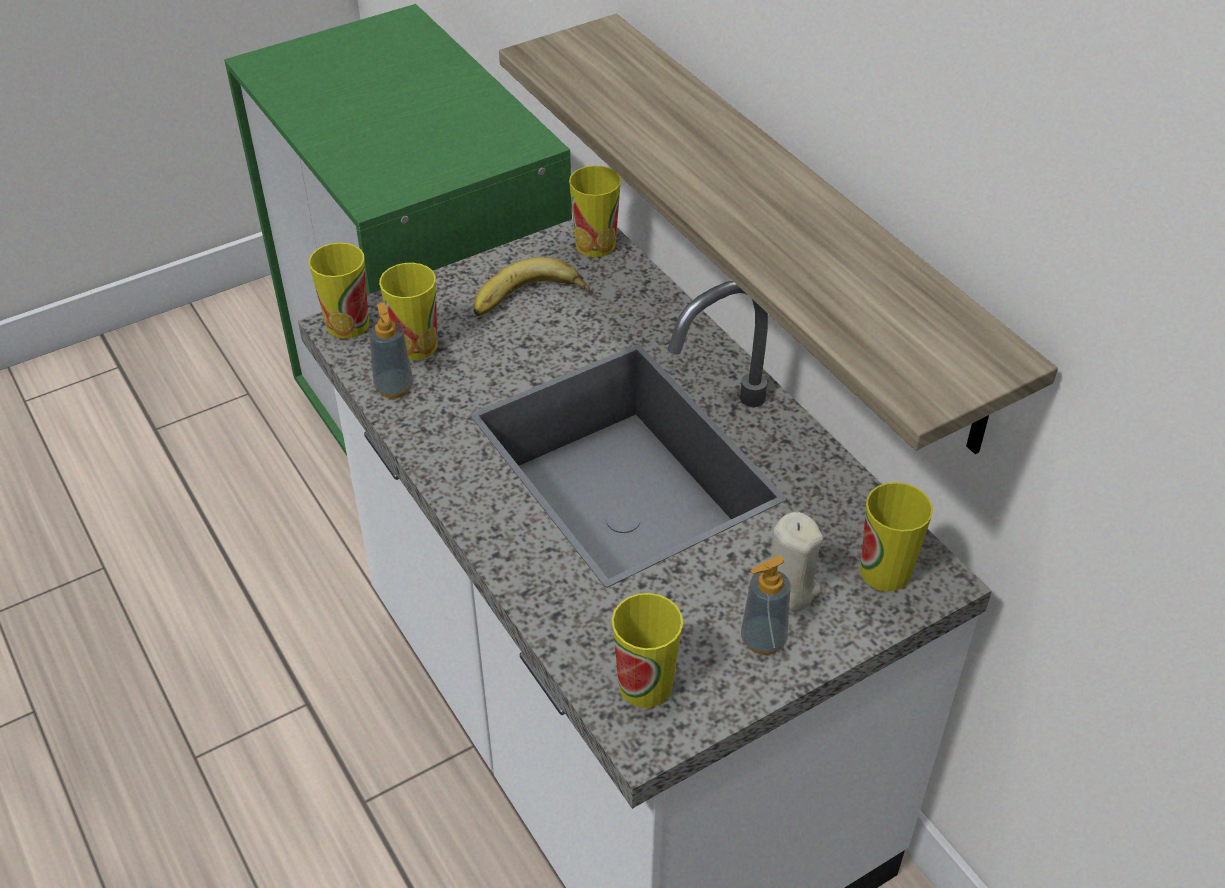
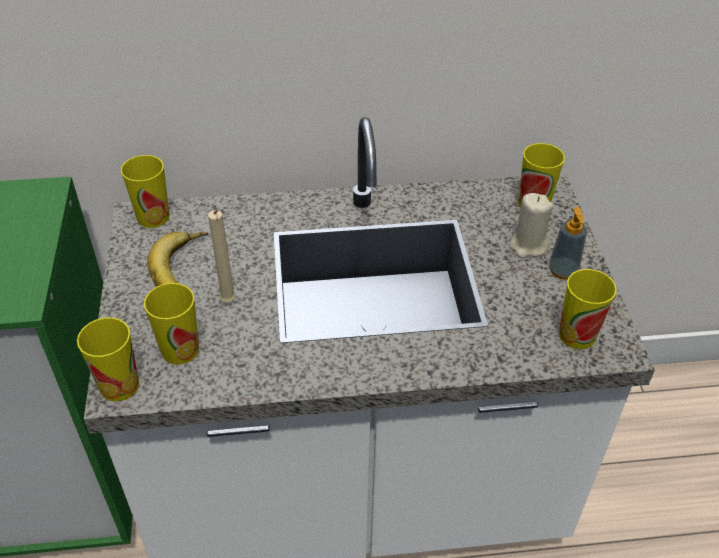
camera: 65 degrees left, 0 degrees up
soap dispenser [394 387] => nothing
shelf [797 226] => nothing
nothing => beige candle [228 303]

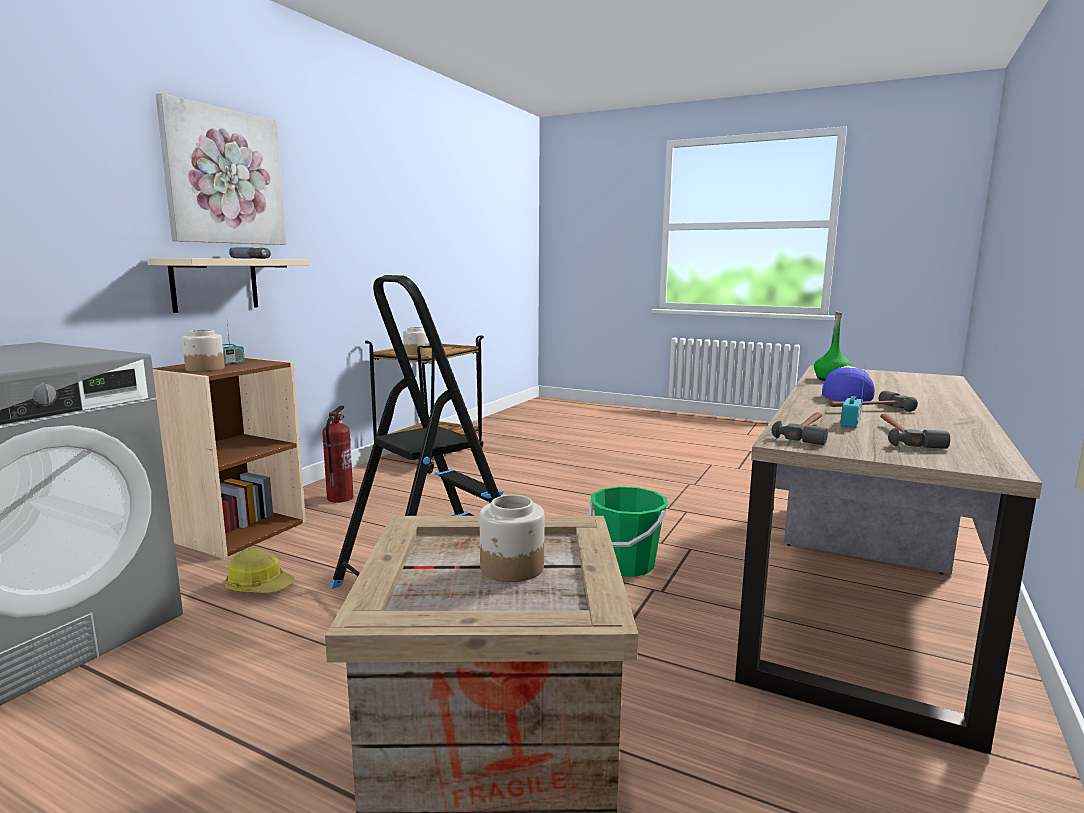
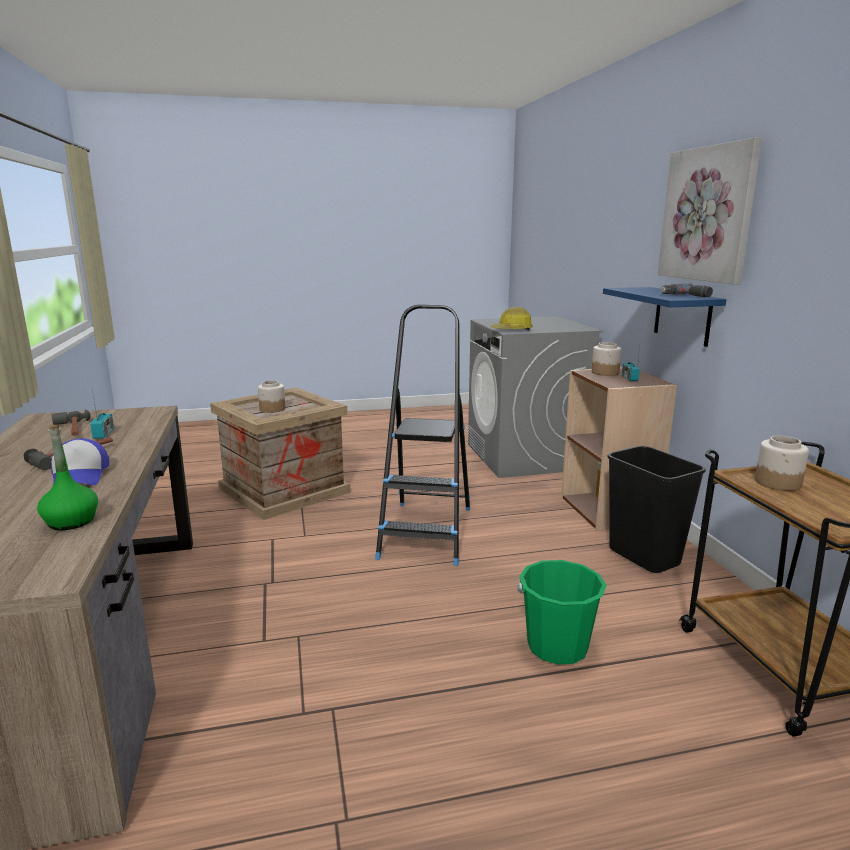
camera: 140 degrees right, 5 degrees up
hammer [808 432] => nothing
hard hat [260 585] => hard hat [512 330], shifted
green bucket [626 565] => green bucket [557 646], shifted
fire extinguisher [339 498] => black trash can [645 557]
beige shelf [215 284] => blue shelf [682 316]

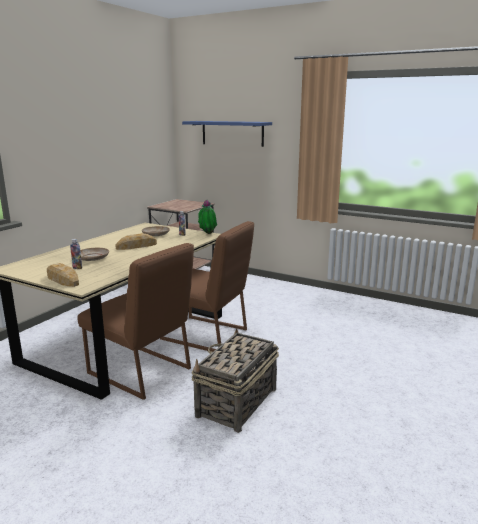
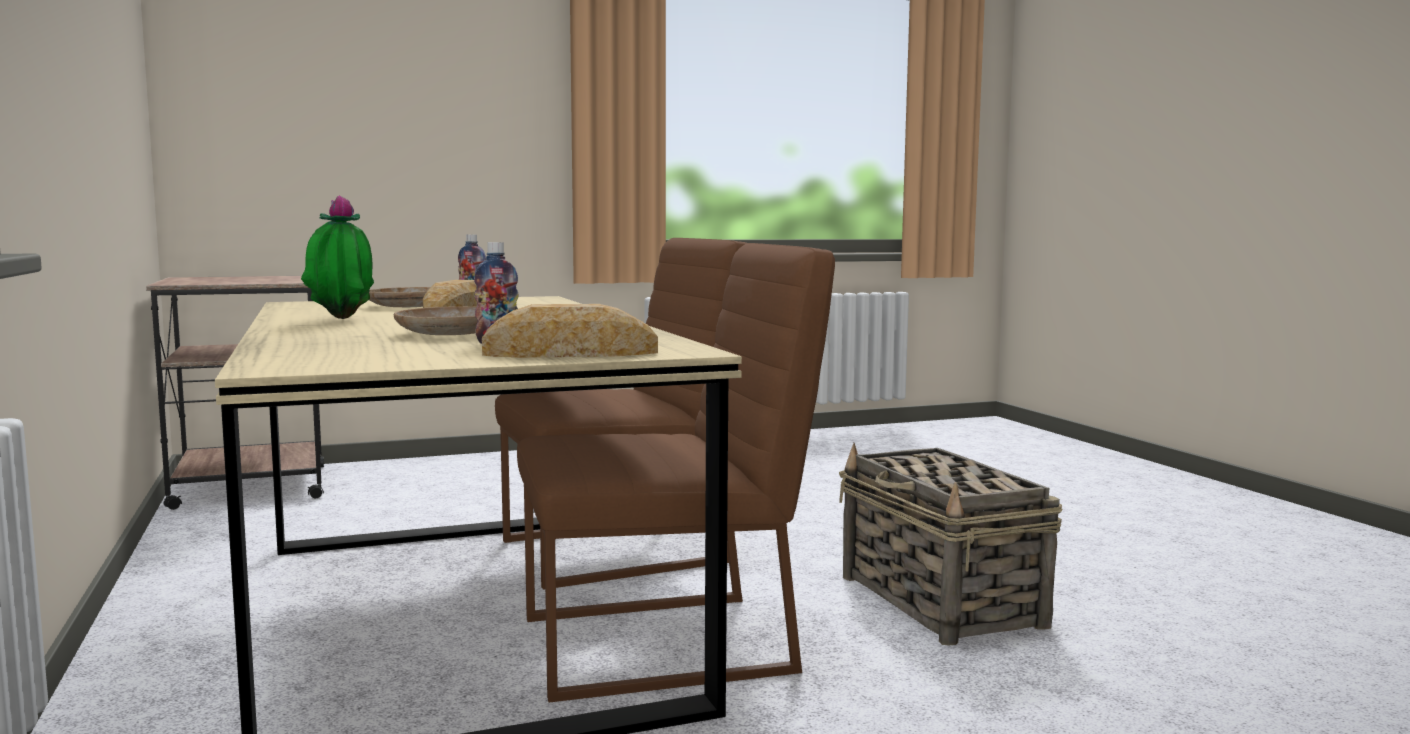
camera: 50 degrees left, 10 degrees down
blue shelf [232 133] => nothing
potted plant [207 234] => potted plant [341 319], shifted

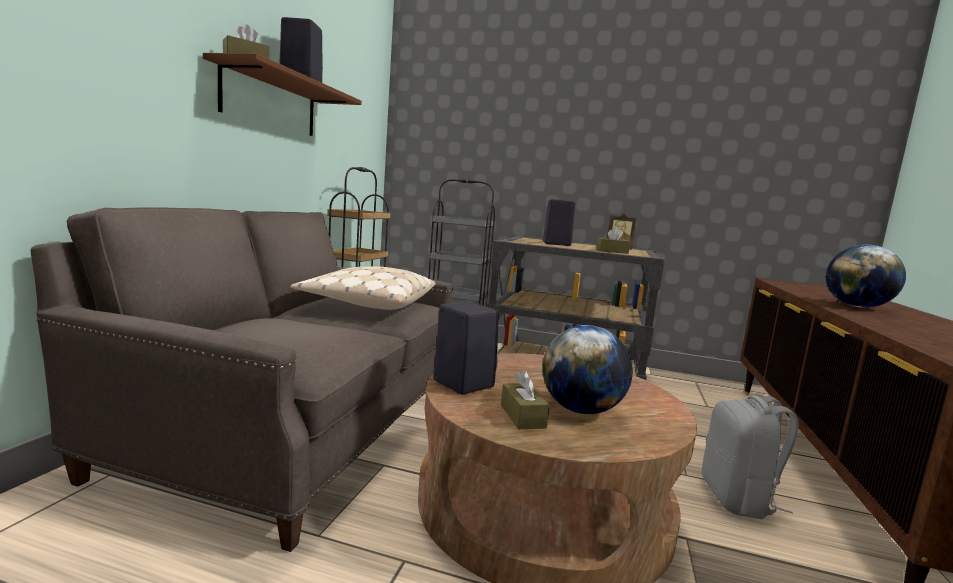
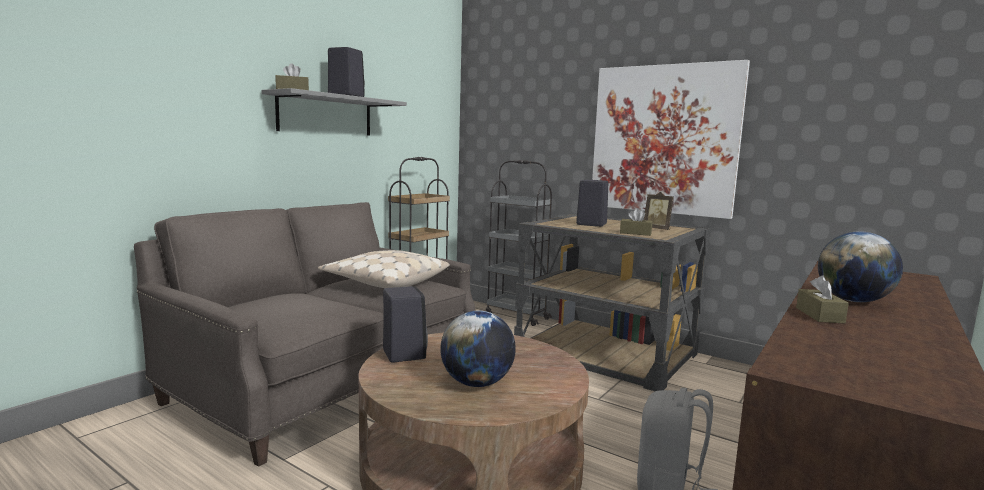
camera: 20 degrees right, 0 degrees up
nothing => picture [663 139]
brown tissue box [522 416] => brown tissue box [819 315], shifted
brown shelf [271 102] => grey shelf [326 115]

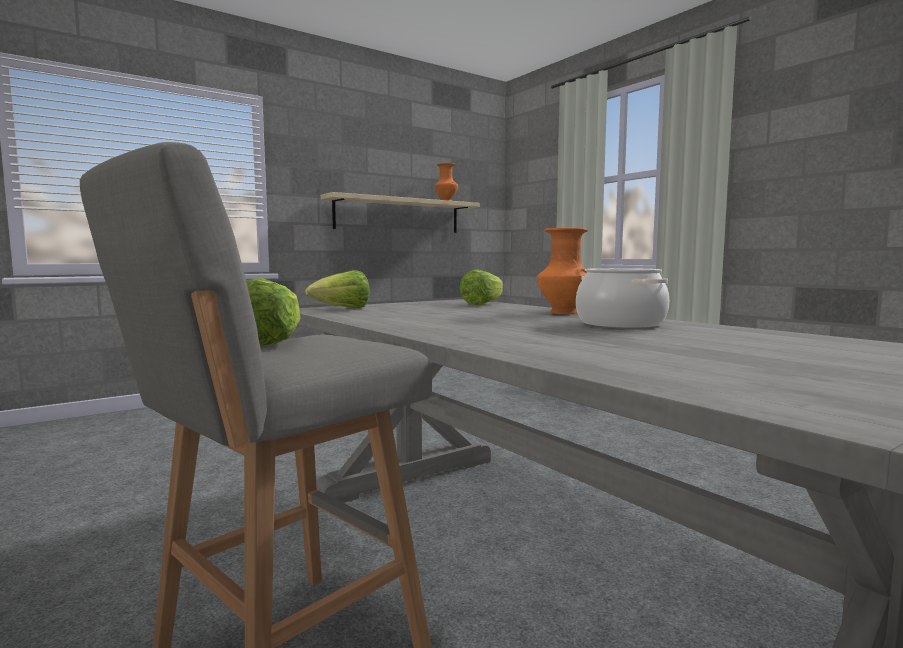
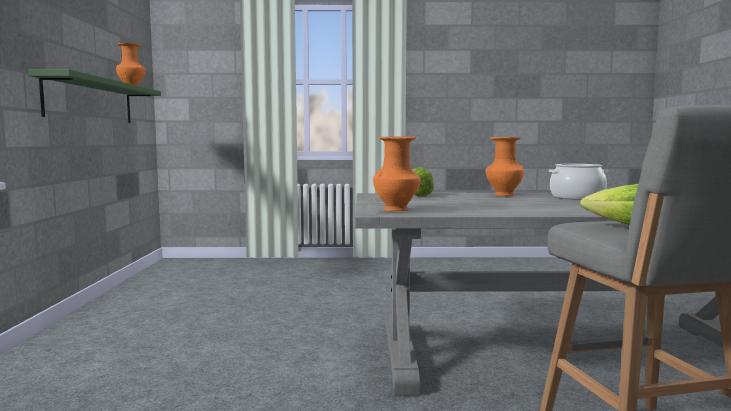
camera: 55 degrees left, 0 degrees up
lettuce [342 309] => orange vase [397 210]
beige shelf [398 215] => green shelf [91 101]

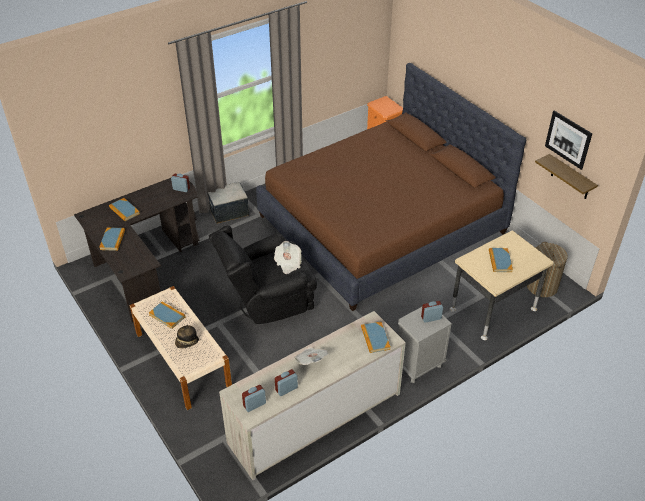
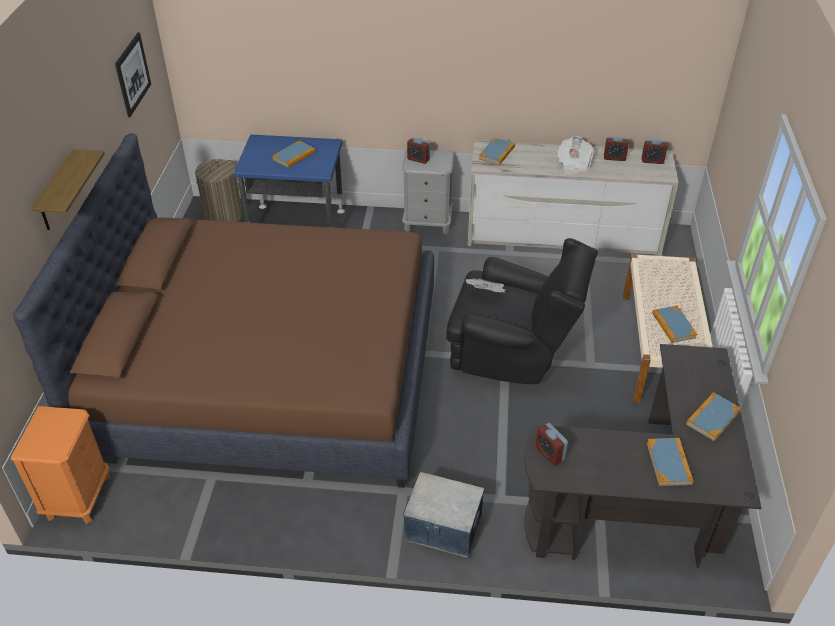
camera: 140 degrees left, 0 degrees up
hat [187 342] => nothing
shelf [570 177] => shelf [57 192], shifted
beige desk [493 309] => blue desk [297 224]

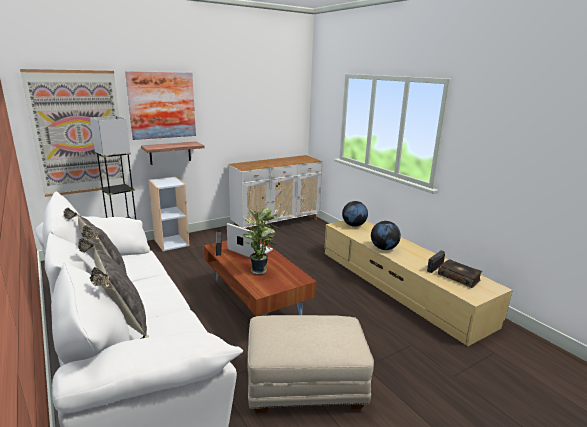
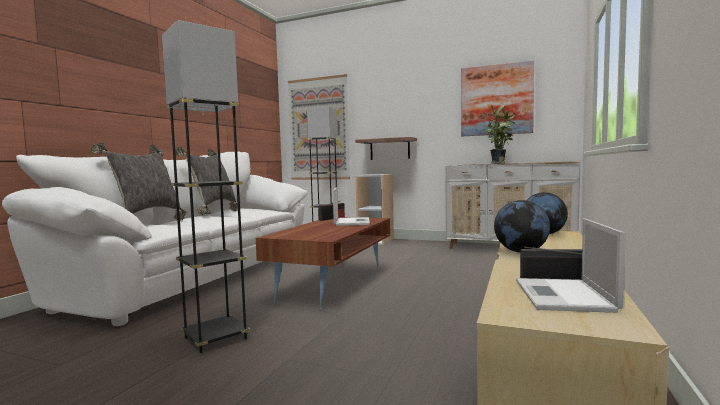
camera: 55 degrees right, 15 degrees down
picture [162 105] => picture [496 100], shifted
potted plant [260 270] => potted plant [499 163], shifted
beige ottoman [305 385] => black floor lamp [215 338]
book [459 277] => laptop [564 296]

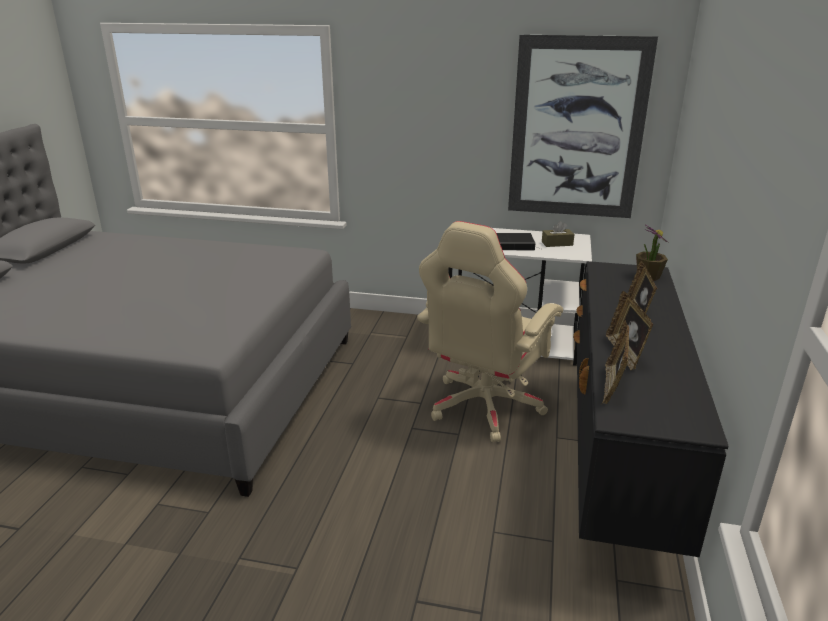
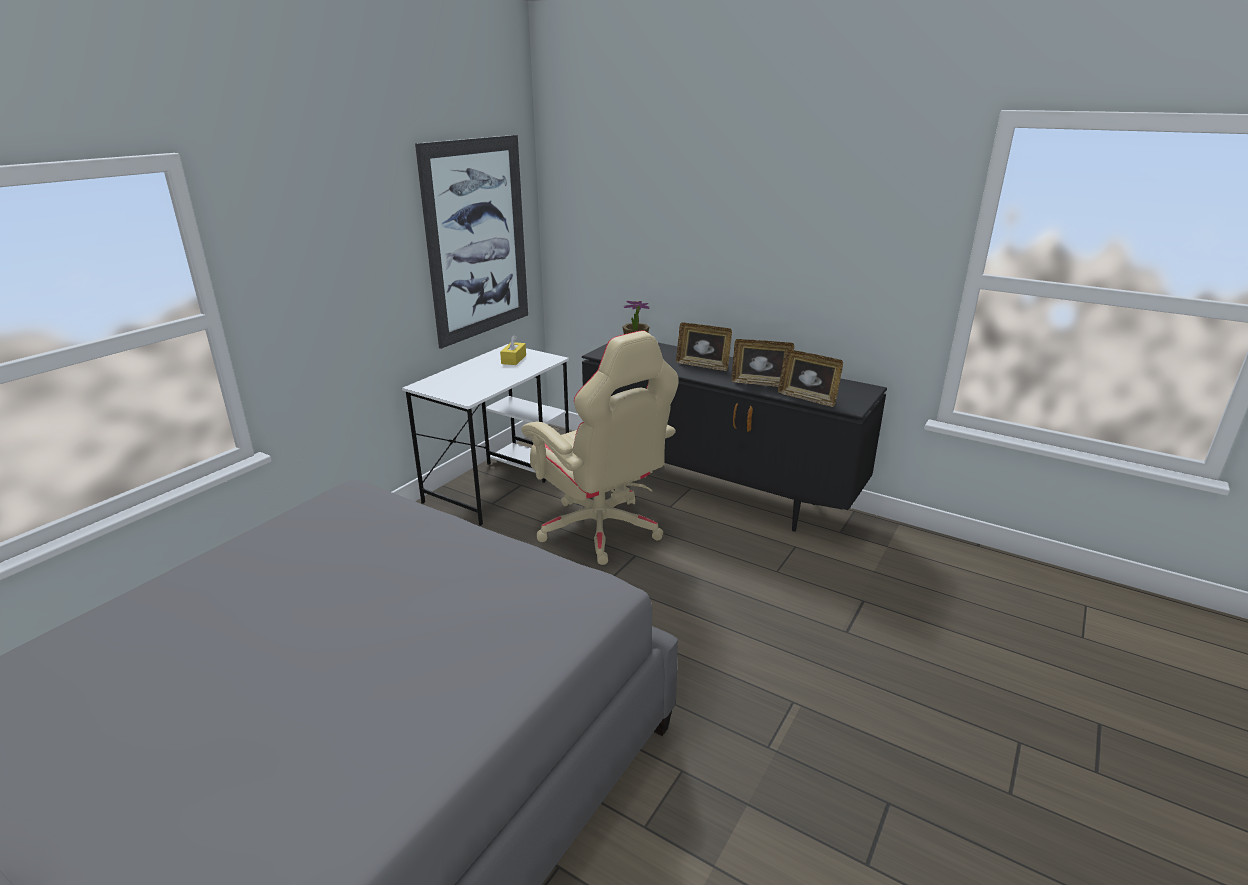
camera: 70 degrees left, 0 degrees up
book [513 245] => nothing
brown tissue box [557 243] => yellow tissue box [513 359]

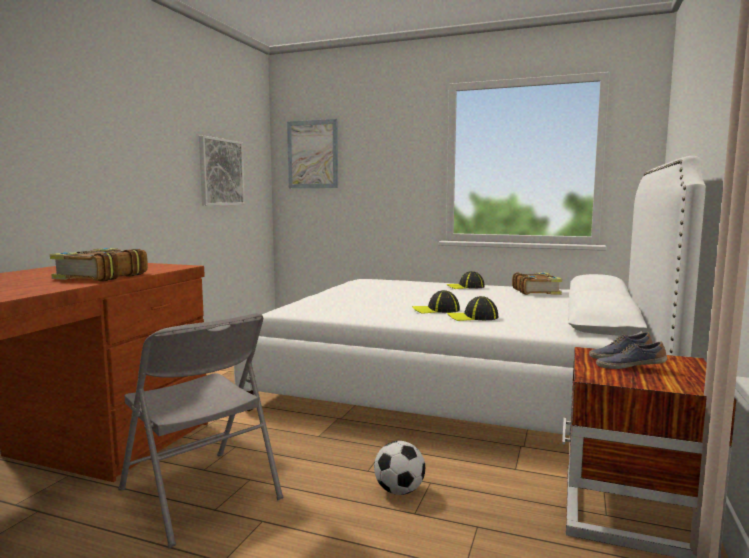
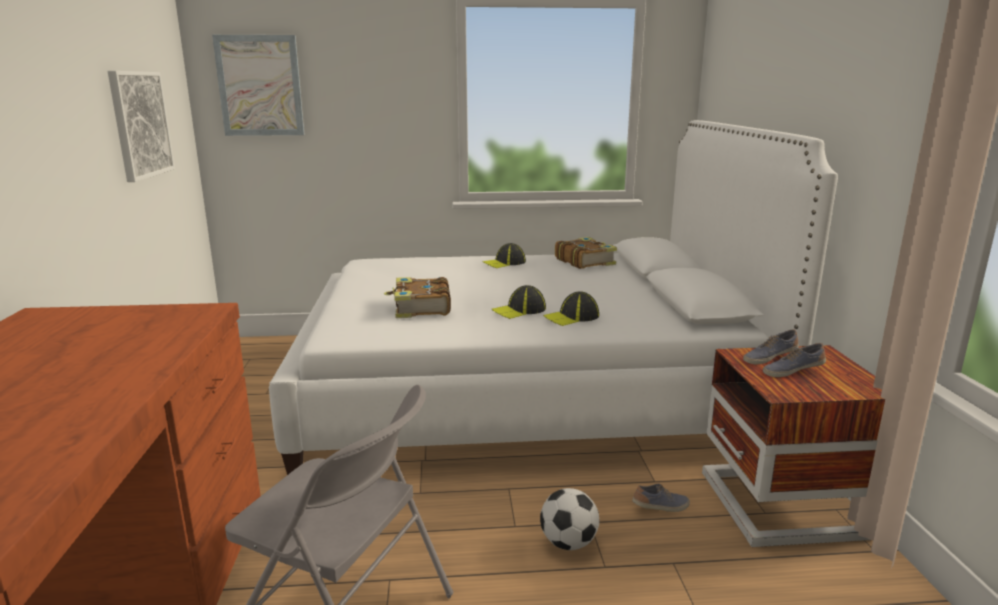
camera: 25 degrees left, 10 degrees up
nothing => shoe [661 507]
book [100 276] => book [420 308], shifted

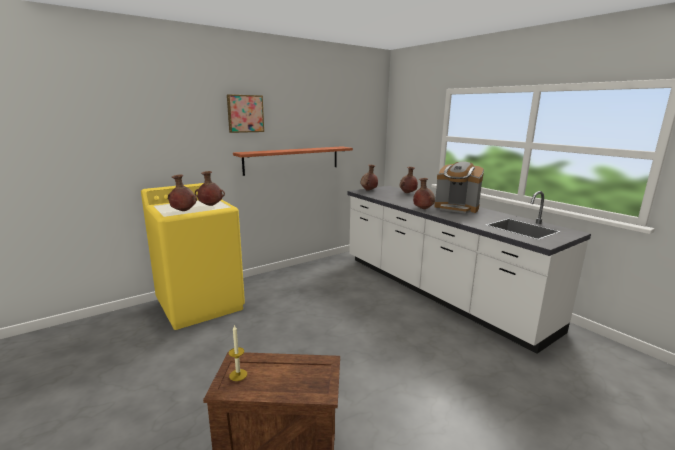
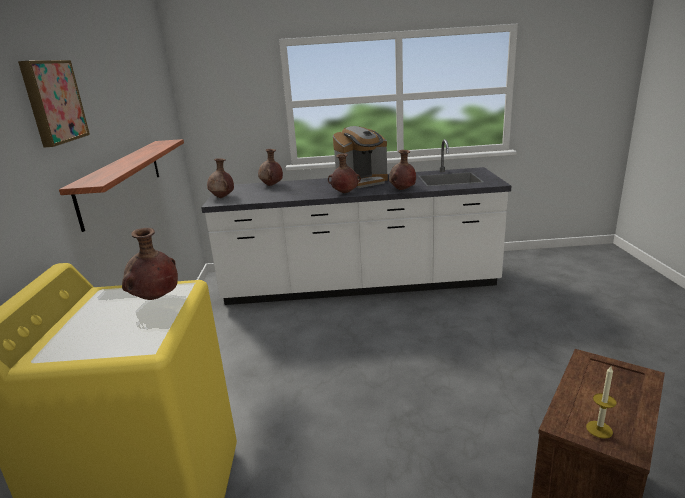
camera: 55 degrees left, 5 degrees up
brown vase [183 211] => brown vase [402 190], shifted

